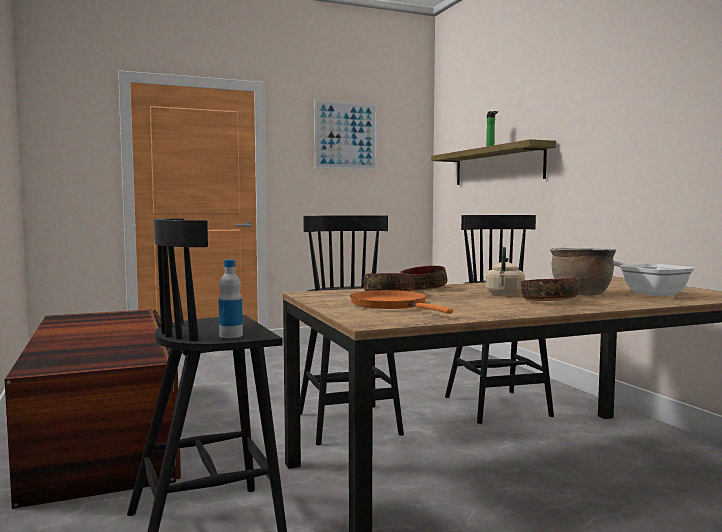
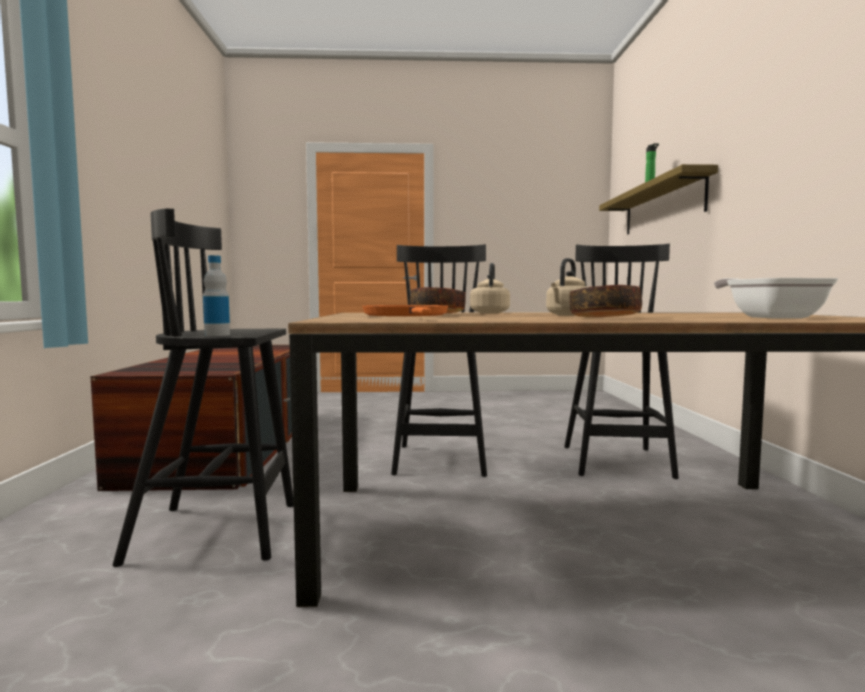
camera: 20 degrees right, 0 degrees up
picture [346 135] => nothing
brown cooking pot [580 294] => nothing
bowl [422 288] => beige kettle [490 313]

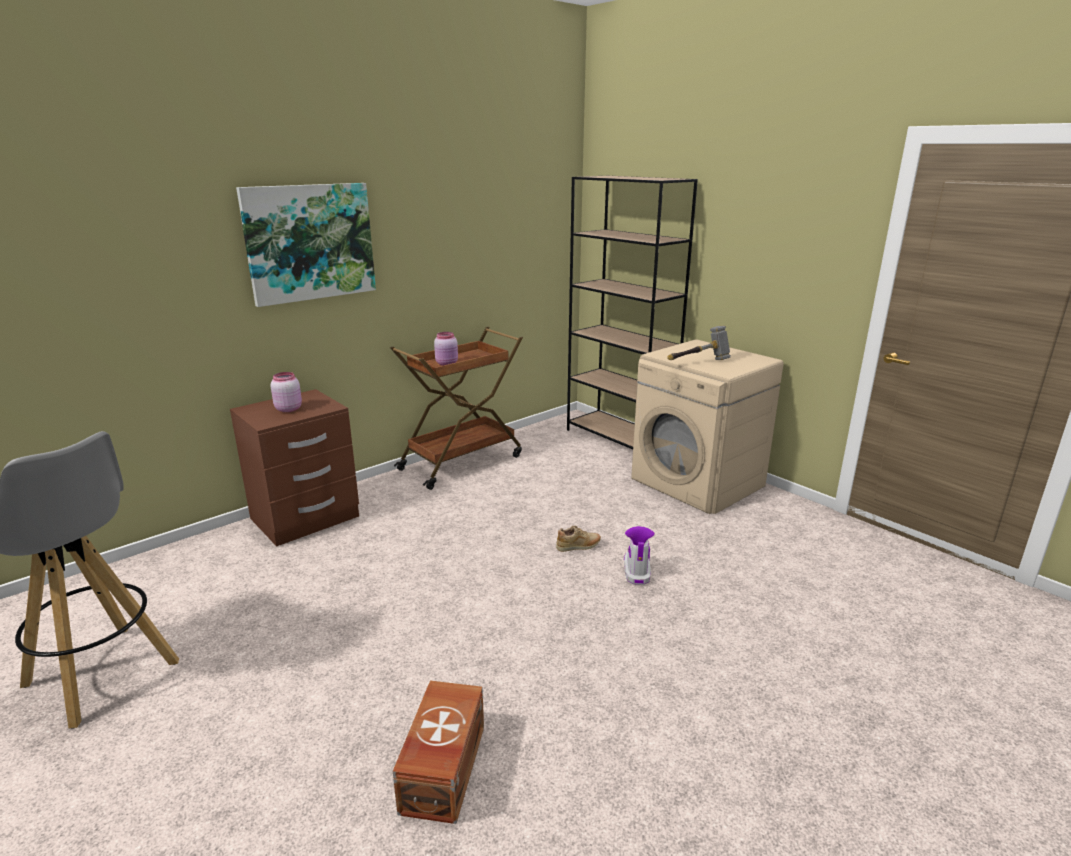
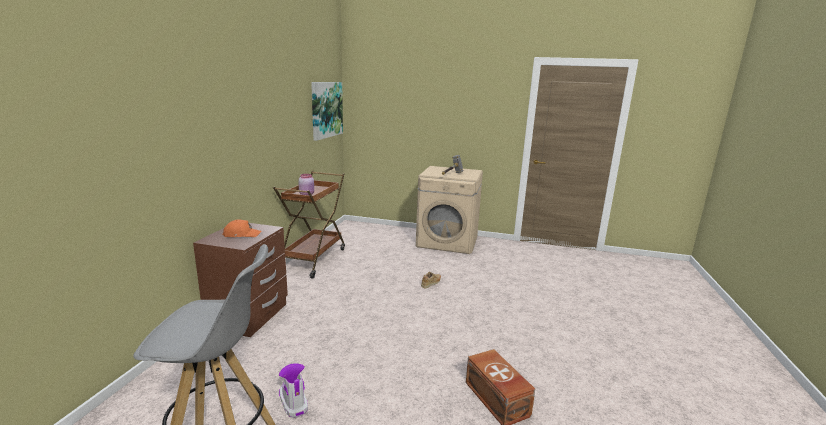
camera: 35 degrees left, 5 degrees down
beige bookcase [619 439] => nothing
picture [310 242] => picture [326 109], shifted
boot [636 570] => boot [293 401], shifted
pink jar [288 409] => orange cap [241 234]

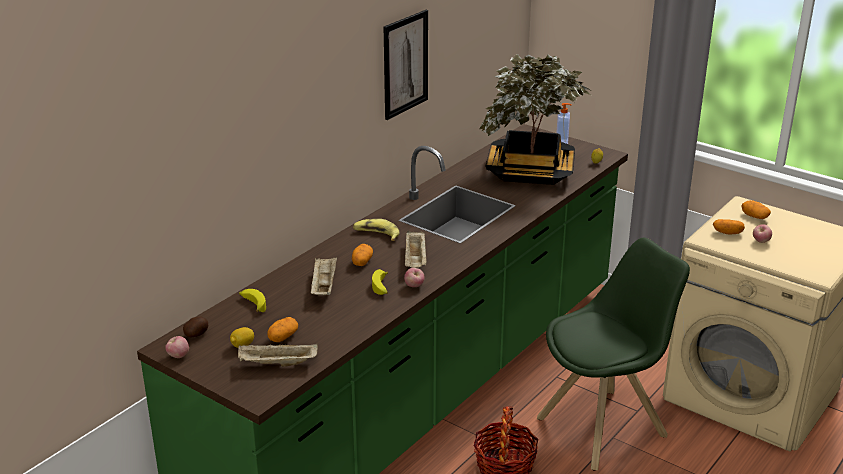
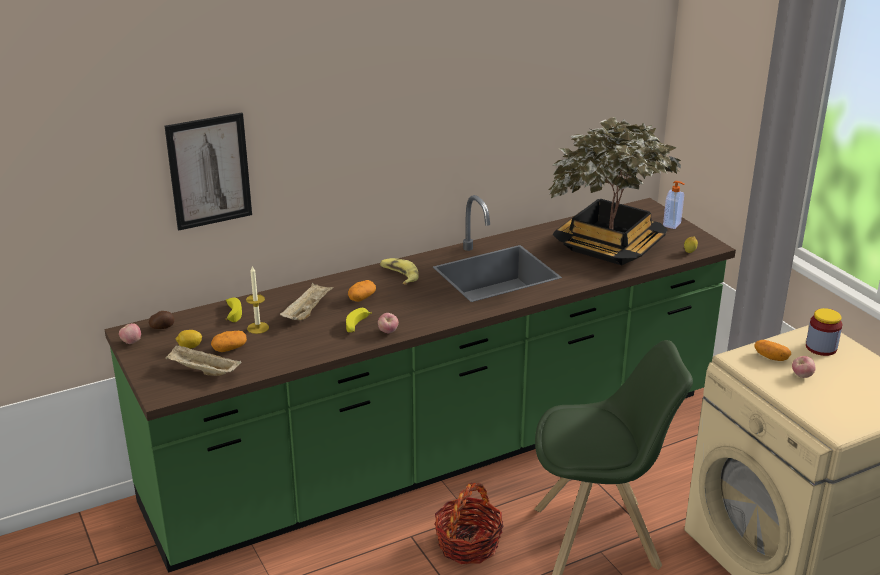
camera: 25 degrees right, 0 degrees up
beige tray [415 260] => nothing
nothing => candle [258 328]
picture [405 64] => picture [209 171], shifted
potato [754 216] => jar [821 347]

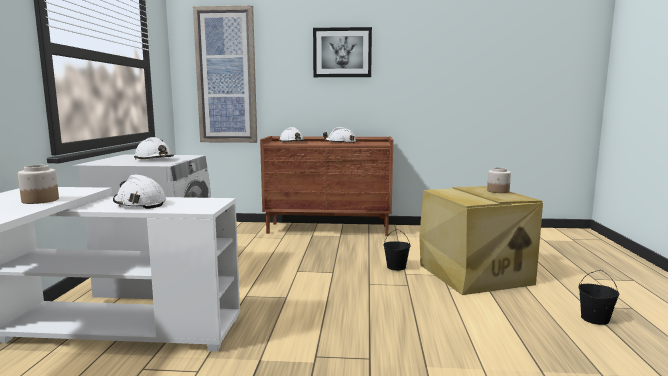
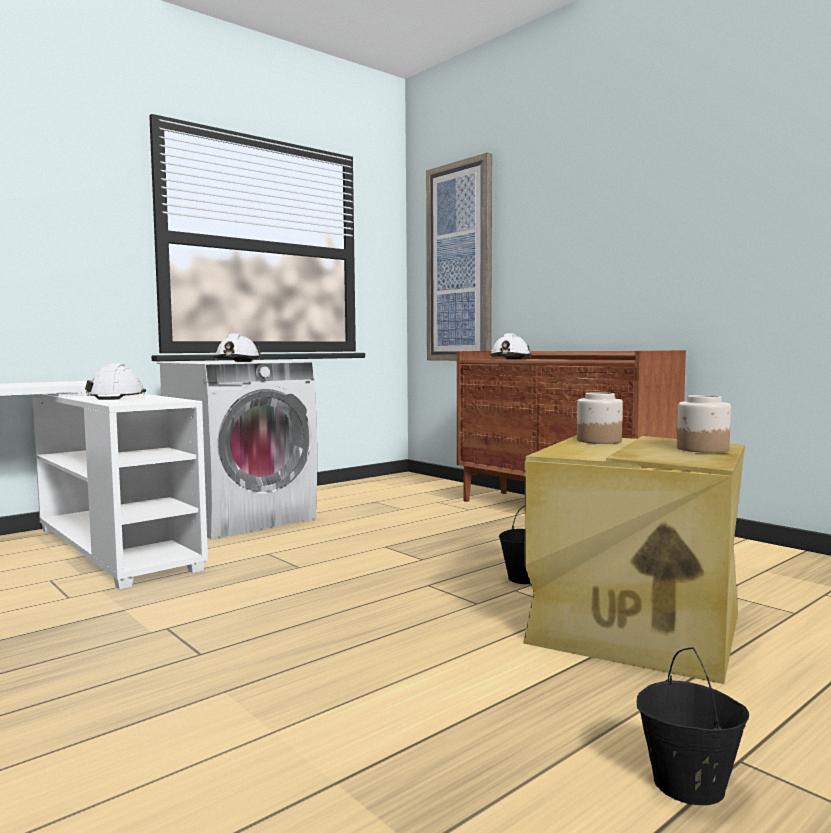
camera: 45 degrees right, 5 degrees down
picture [342 52] => nothing
white hard hat [340 143] => nothing
jar [40 200] => jar [598 441], shifted

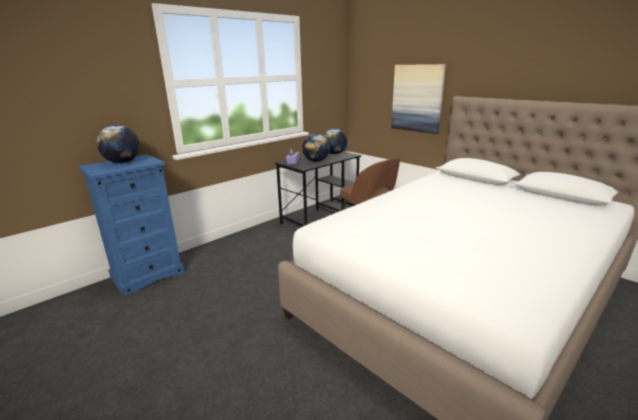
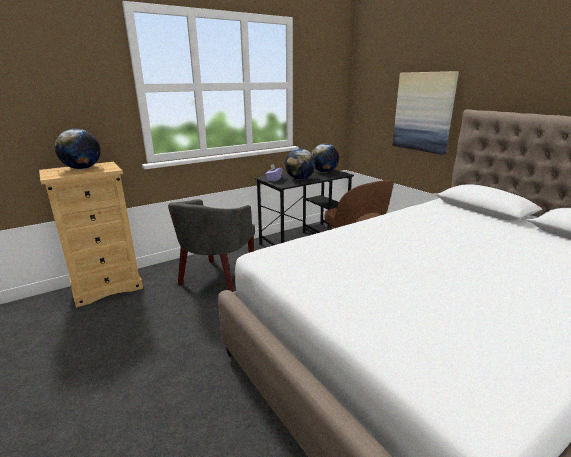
camera: 10 degrees right, 0 degrees up
nothing => grey armchair [216 279]
blue dresser [148 275] => beige dresser [107 287]

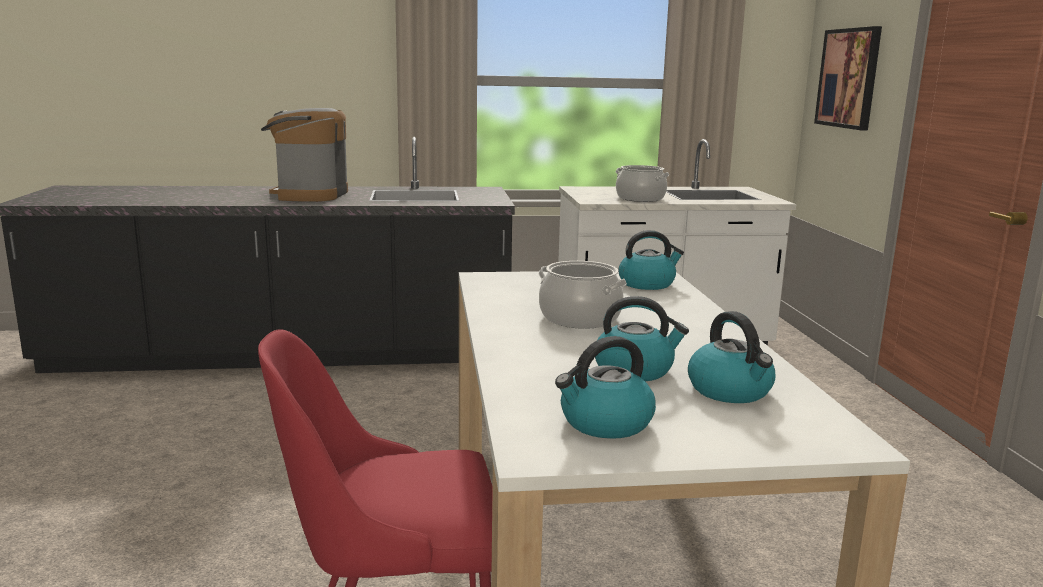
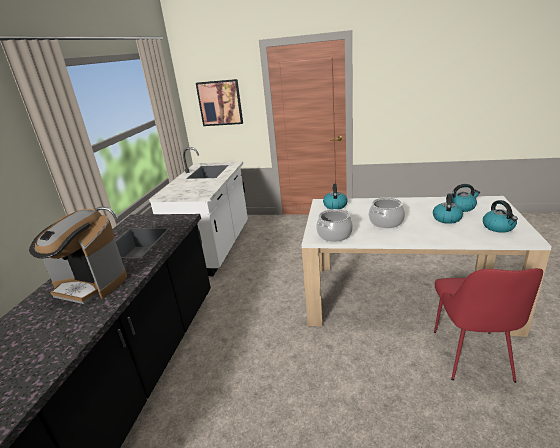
camera: 70 degrees left, 10 degrees up
cooking pot [640 198] => cooking pot [334 235], shifted

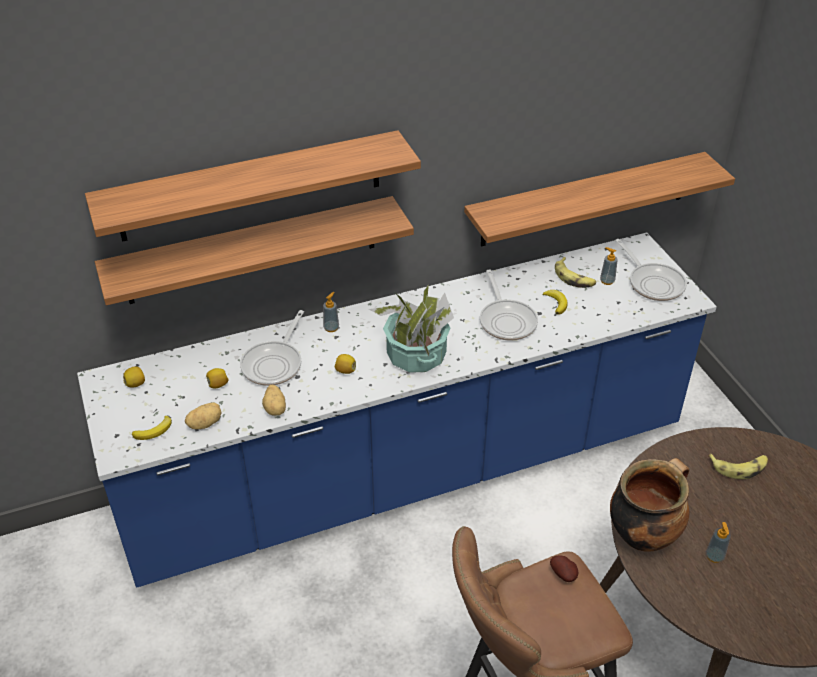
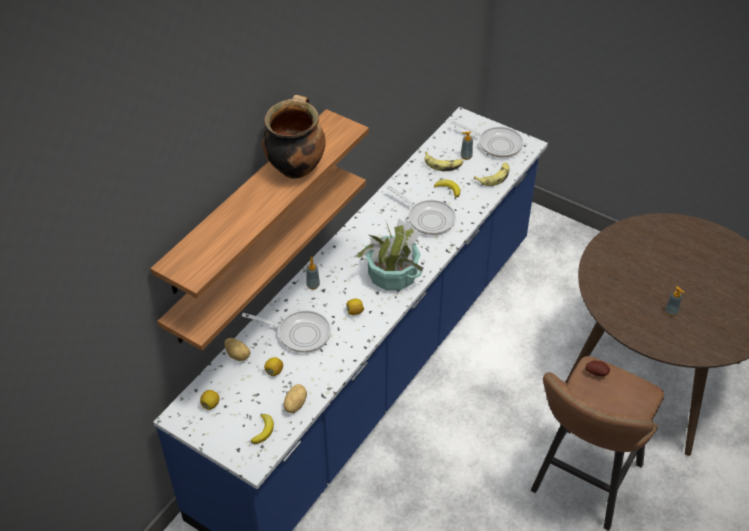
camera: 35 degrees left, 5 degrees up
shelf [585 199] => nothing
potato [275 408] => potato [238 355], shifted
cooking pot [643 534] => cooking pot [295 167], shifted
banana [739 467] => banana [494 177], shifted
frying pan [274 363] => frying pan [299 333], 60 degrees counterclockwise

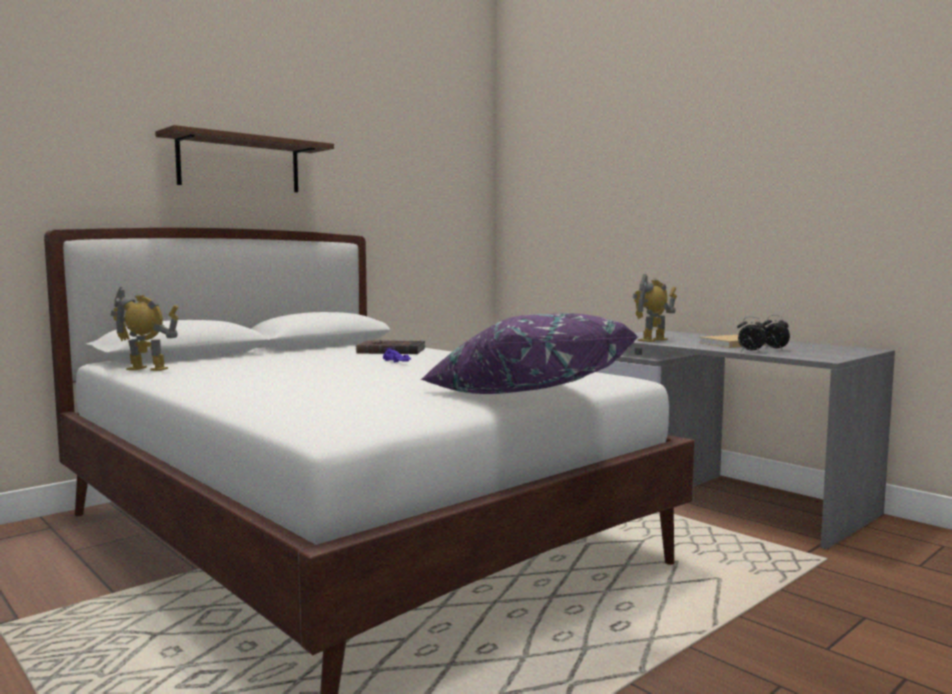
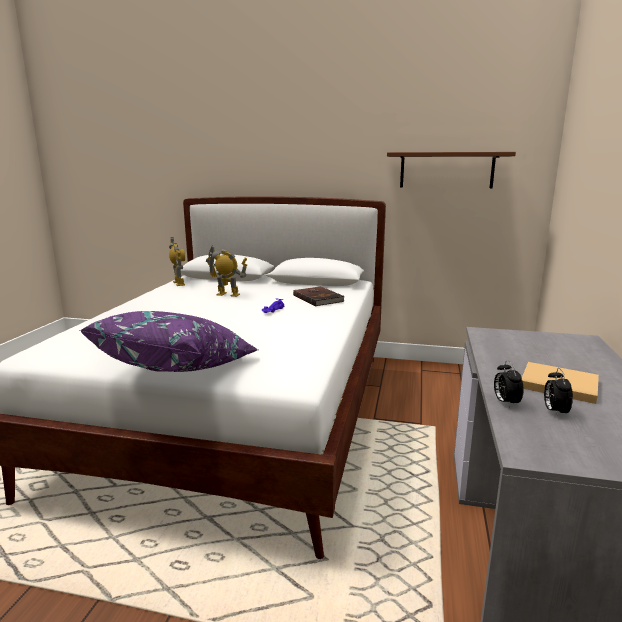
camera: 55 degrees right, 10 degrees up
brown shelf [239 164] => brown shelf [446 170], shifted
toy robot [653 340] => toy robot [228 294], shifted

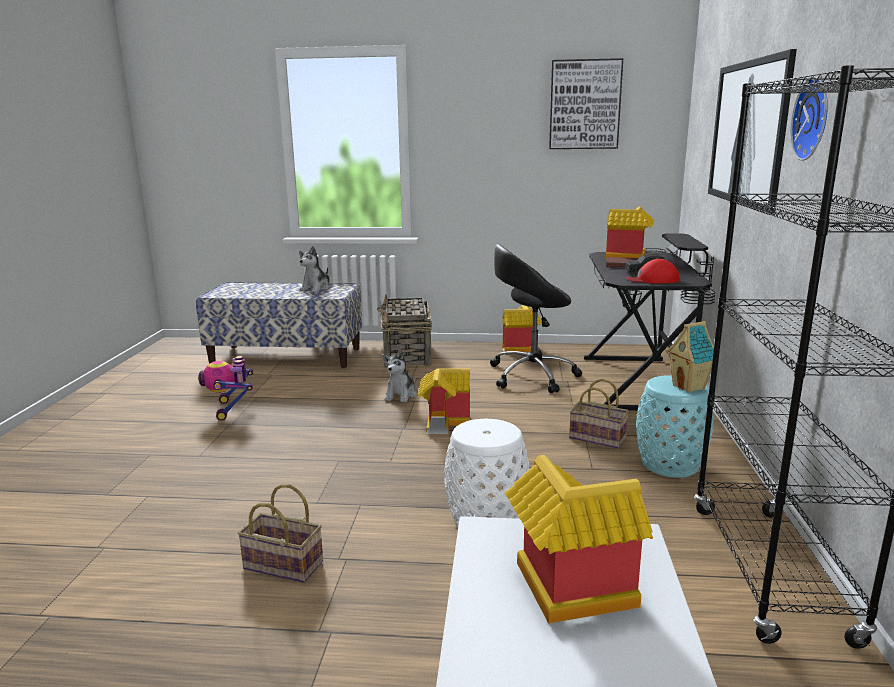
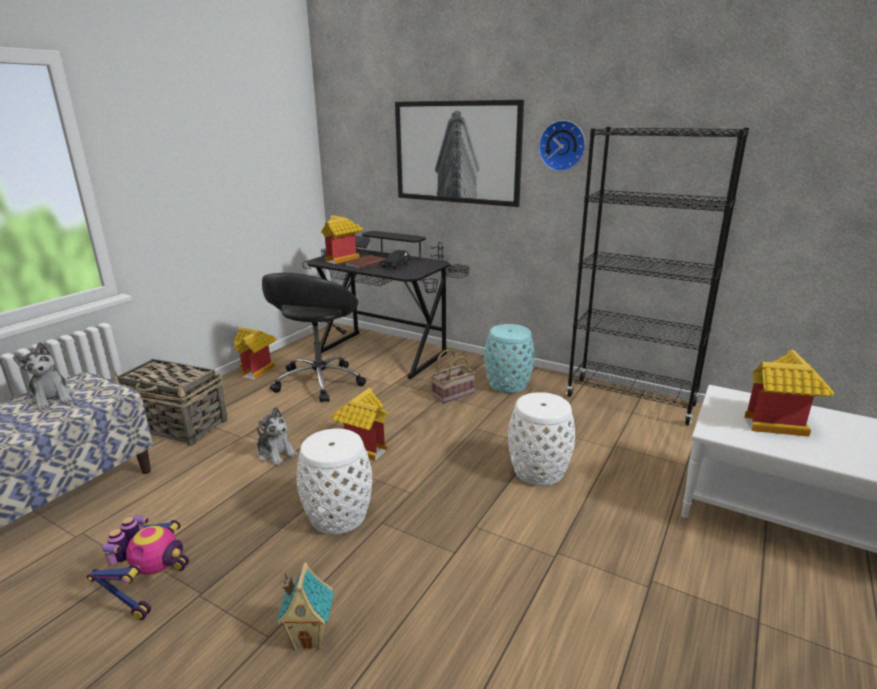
camera: 65 degrees left, 5 degrees up
basket [281 565] => nothing
picture [584 105] => nothing
red cap [653 280] => nothing
nothing => white stool [338 516]
toy house [689 387] => toy house [311 636], shifted
toy robot [231 409] => toy robot [154 588], 90 degrees counterclockwise

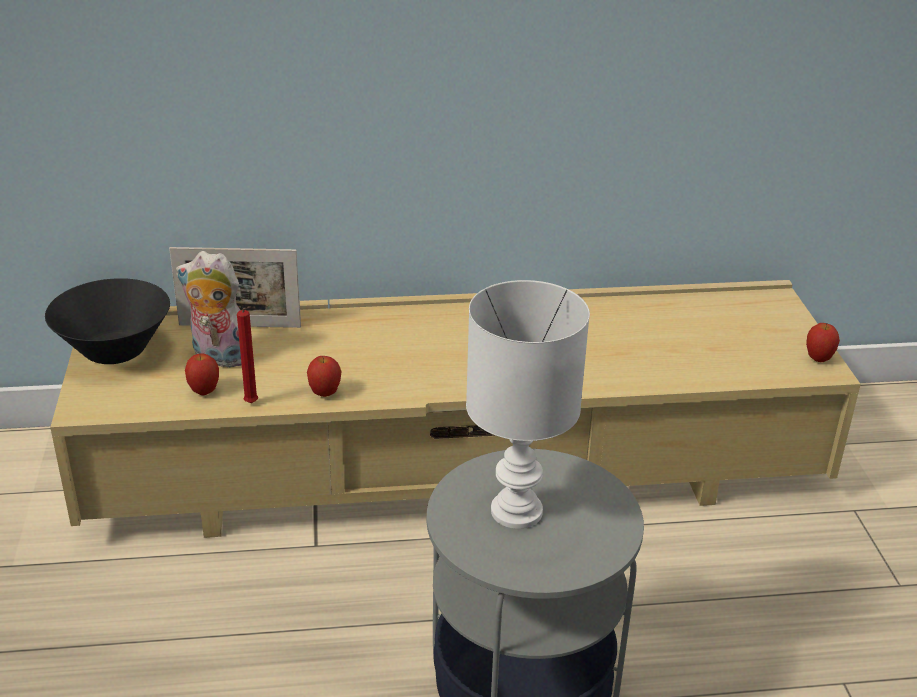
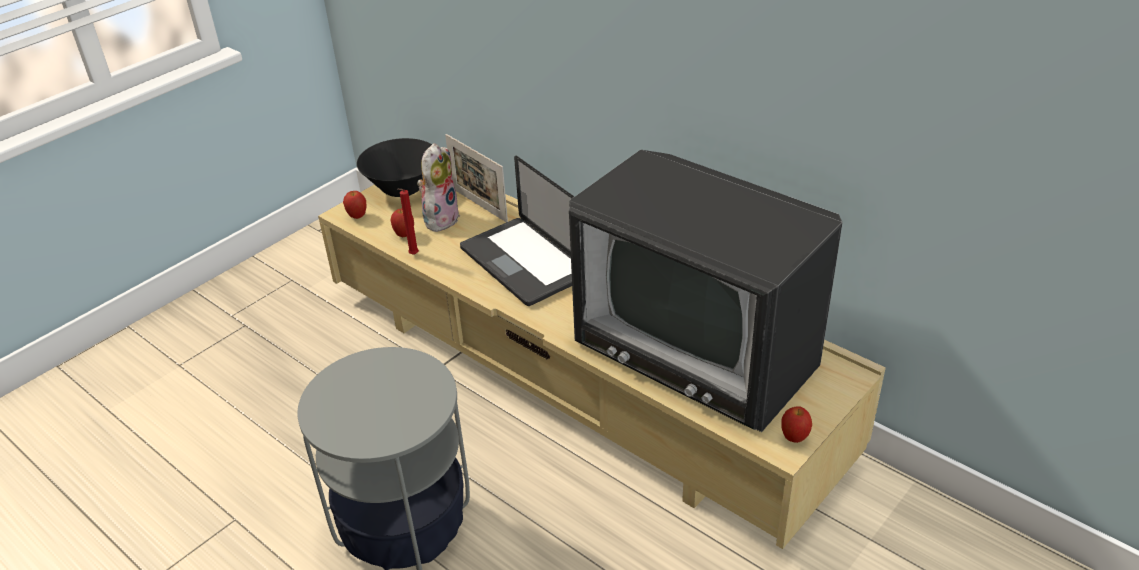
camera: 50 degrees right, 5 degrees up
white table lamp [517 513] => nothing
nothing => laptop [524 262]
nothing => television [701 349]
apple [325 393] => apple [357 216], shifted
plush toy [218 357] => plush toy [440 218], 45 degrees clockwise

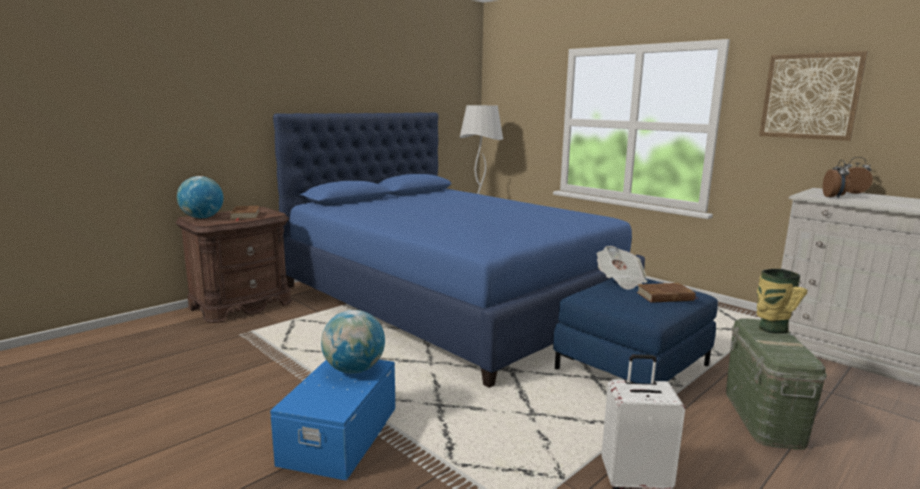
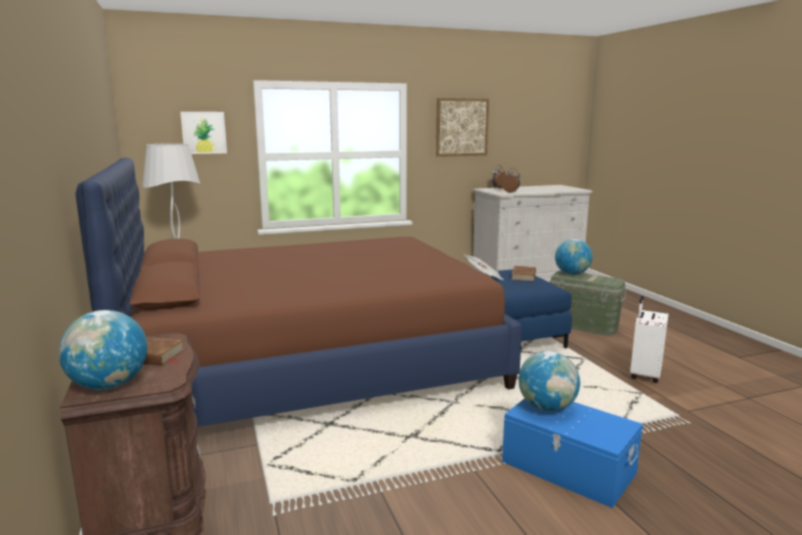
camera: 65 degrees left, 0 degrees up
nothing => picture [204 132]
vase [771 328] => globe [572 274]
blue bed [450 299] => brown bed [310 365]

